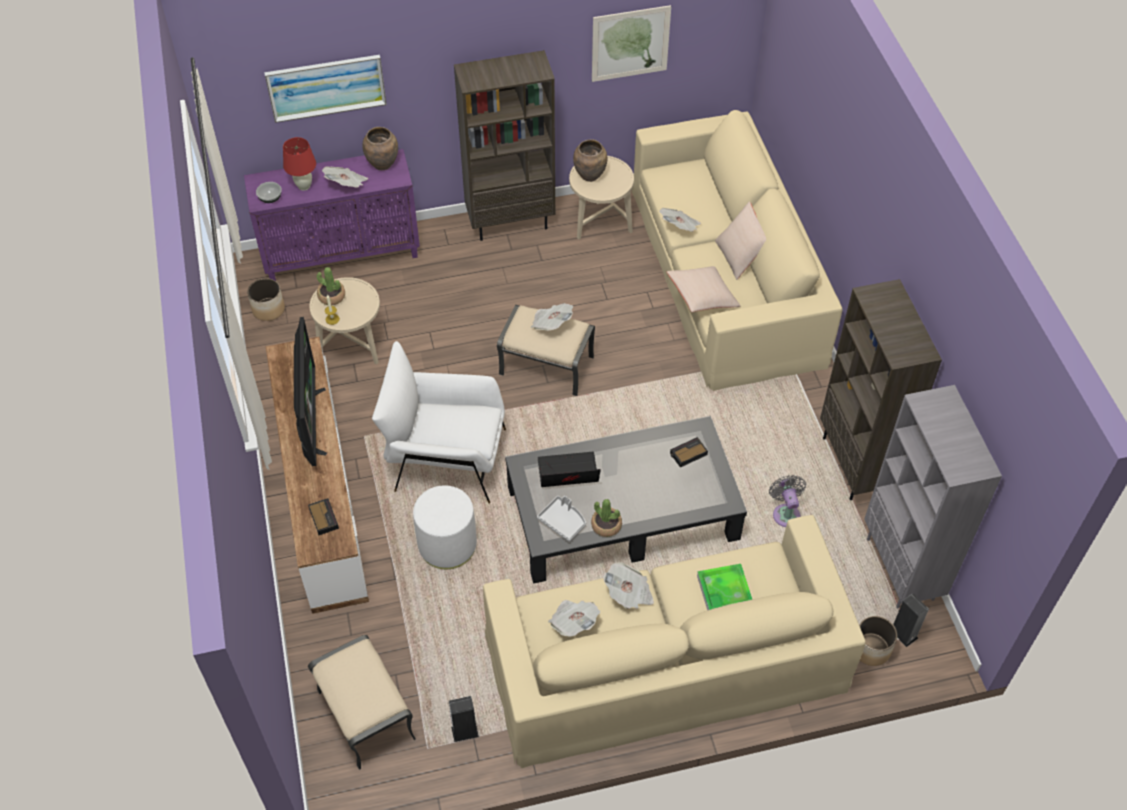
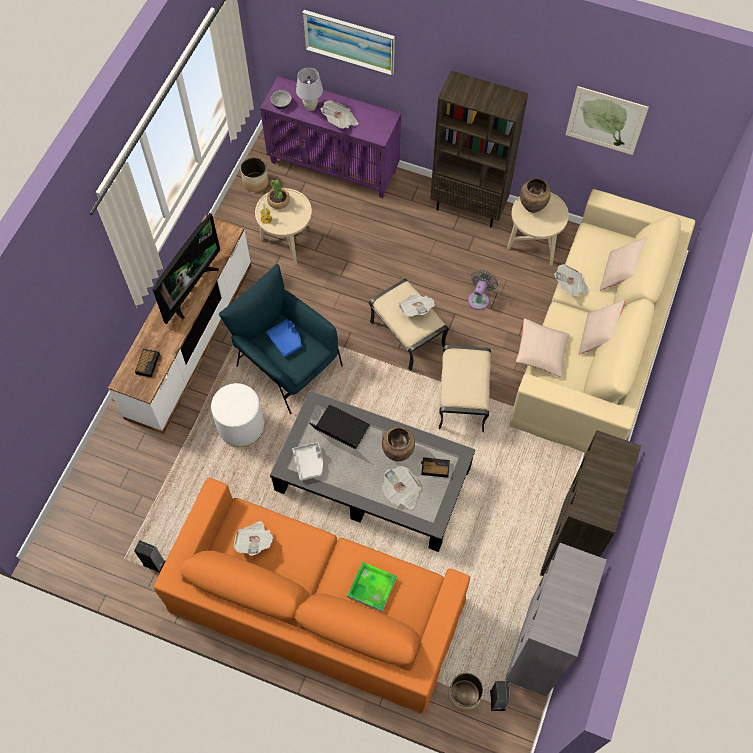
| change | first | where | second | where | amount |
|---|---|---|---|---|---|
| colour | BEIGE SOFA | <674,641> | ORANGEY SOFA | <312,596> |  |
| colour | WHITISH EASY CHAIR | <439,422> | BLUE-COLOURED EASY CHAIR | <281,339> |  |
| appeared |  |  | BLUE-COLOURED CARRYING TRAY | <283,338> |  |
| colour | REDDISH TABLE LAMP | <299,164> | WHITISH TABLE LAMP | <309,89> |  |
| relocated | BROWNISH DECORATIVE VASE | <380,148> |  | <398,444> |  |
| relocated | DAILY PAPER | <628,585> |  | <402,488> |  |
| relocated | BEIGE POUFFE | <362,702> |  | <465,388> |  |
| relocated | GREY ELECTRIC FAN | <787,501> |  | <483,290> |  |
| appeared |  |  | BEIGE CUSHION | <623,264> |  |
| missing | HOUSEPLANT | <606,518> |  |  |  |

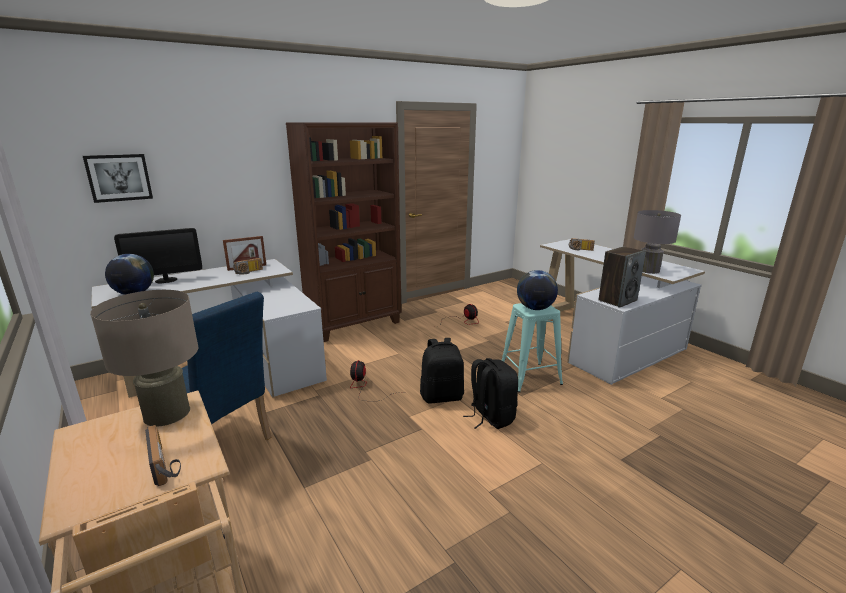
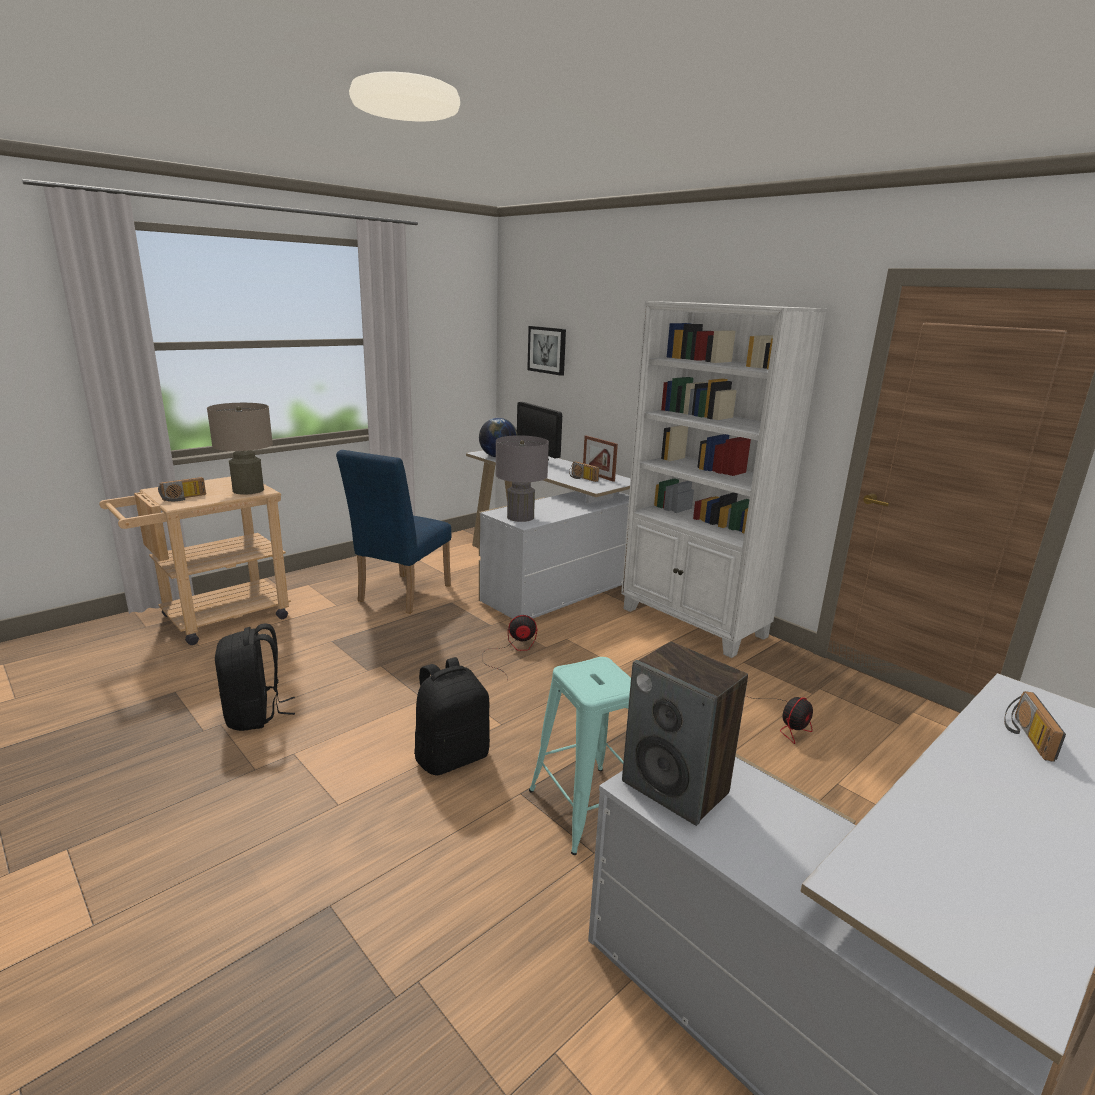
| change | first | where | second | where | amount |
|---|---|---|---|---|---|
| relocated | BLACK BACKPACK | <442,371> |  | <255,677> |  |
| relocated | GREY TABLE LAMP | <657,242> |  | <522,478> |  |
| colour | BROWNISH BOOKSHELF | <343,232> | WHITISH BOOKSHELF | <724,479> |  |
| missing | WORLD GLOBE | <537,290> |  |  |  |

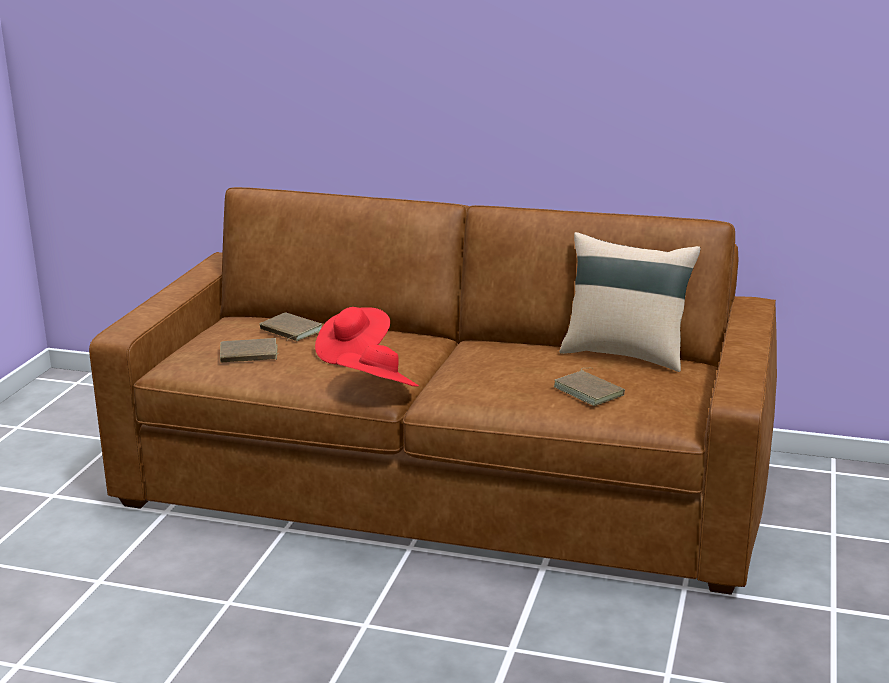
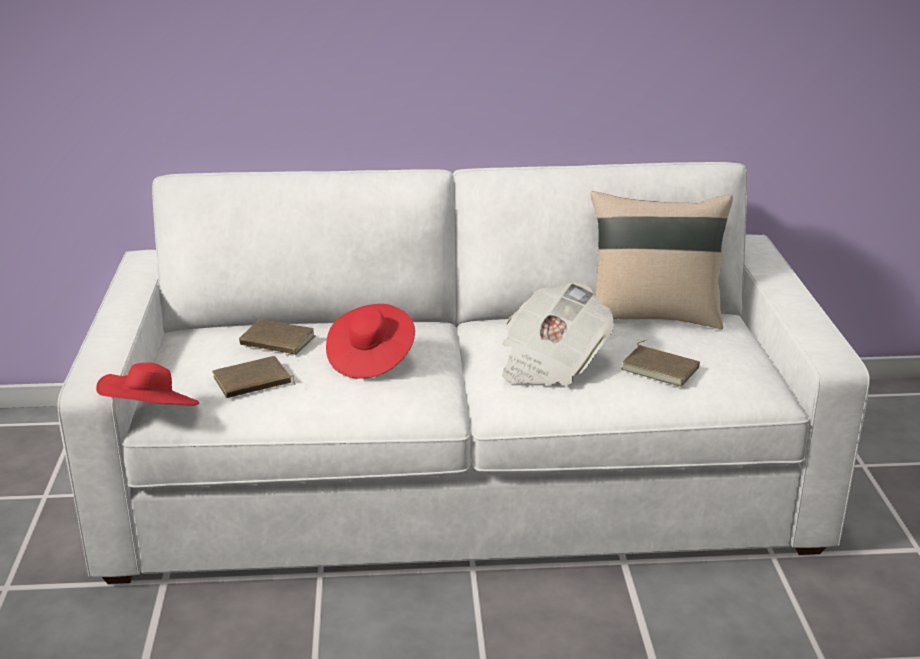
| change | first | where | second | where | amount |
|---|---|---|---|---|---|
| colour | BROWNISH SOFA | <433,391> | WHITISH SOFA | <463,373> |  |
| relocated | REDDISH WEARABLE HAT | <378,366> |  | <147,384> |  |
| appeared |  |  | DAILY PAPER | <558,334> |  |

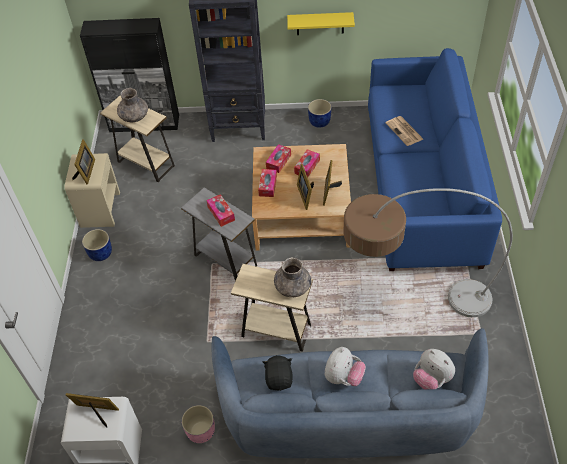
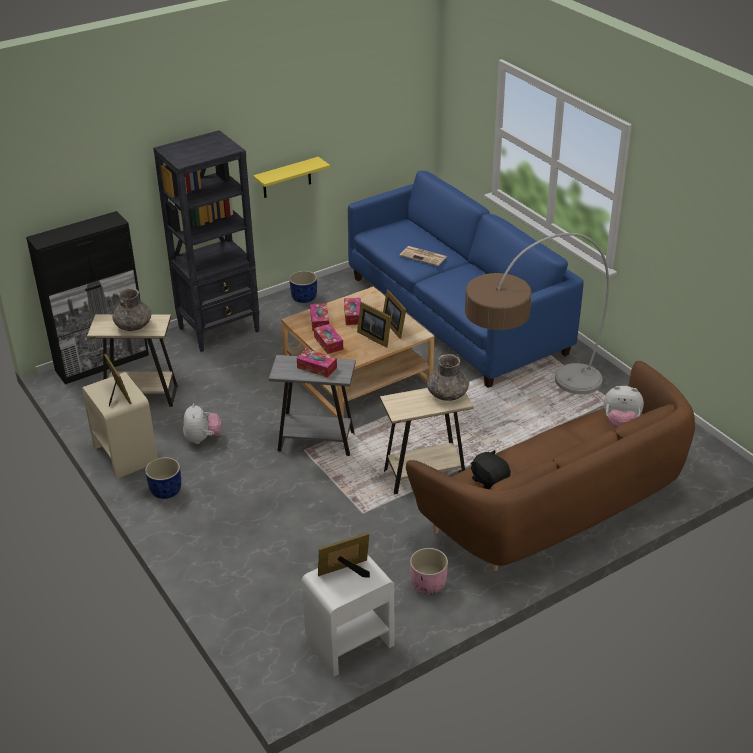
| change | first | where | second | where | amount |
|---|---|---|---|---|---|
| relocated | CUDDLY TOY | <345,366> |  | <202,423> |  |
| colour | BLUE-COLOURED SOFA | <350,393> | BROWNISH SOFA | <550,466> |  |

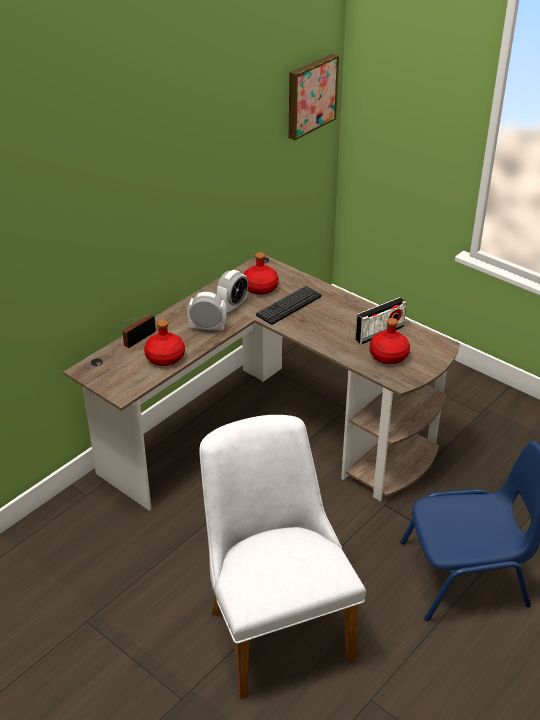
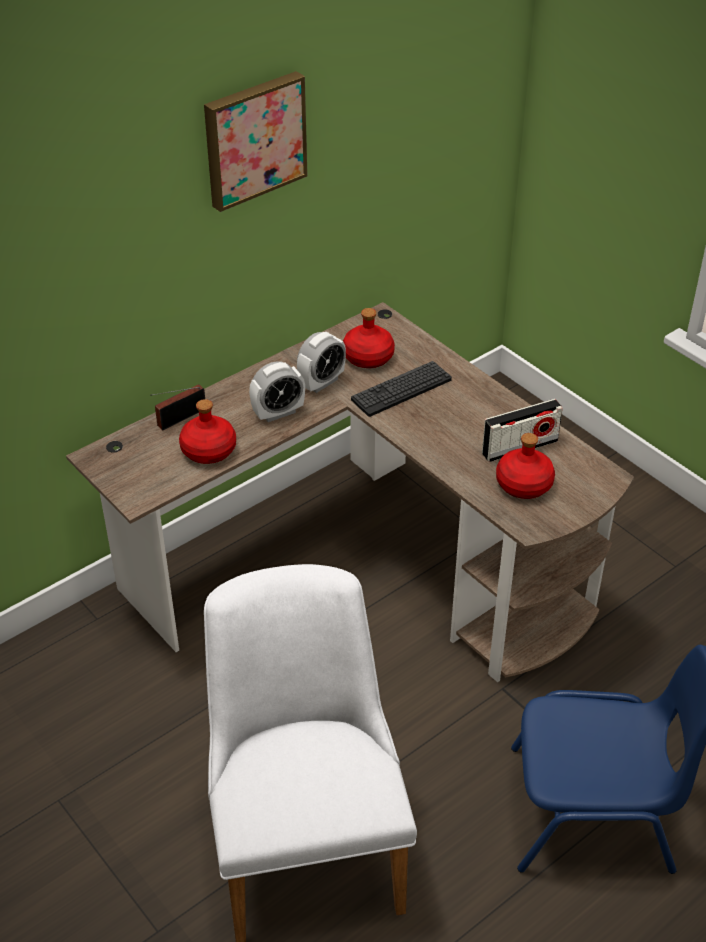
| change | first | where | second | where | amount |
|---|---|---|---|---|---|
| relocated | PICTURE | <314,97> |  | <255,141> |  |
| spun | BEDSIDE CLOCK | <207,312> |  | <277,391> | 135 degrees clockwise |

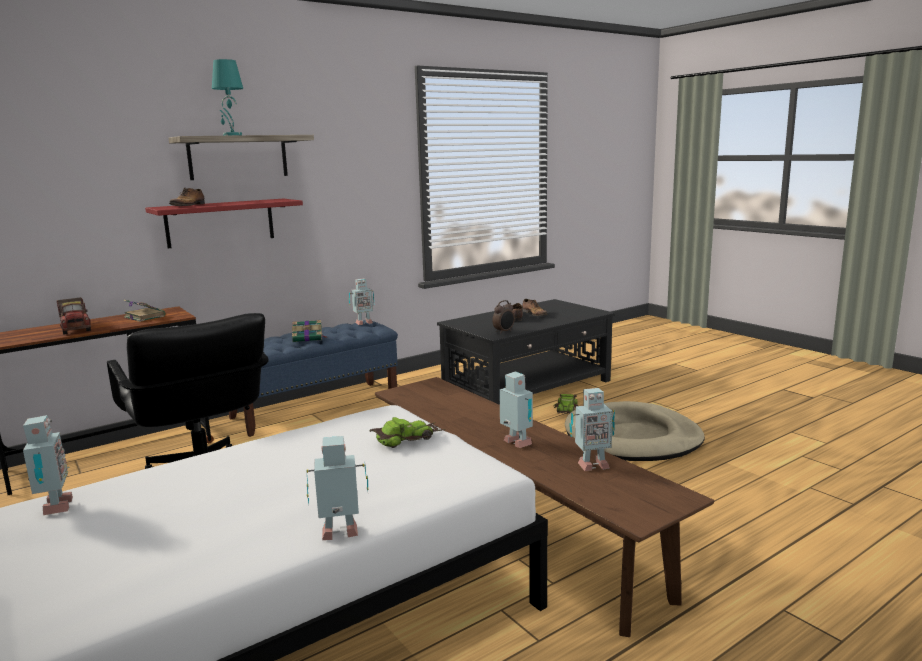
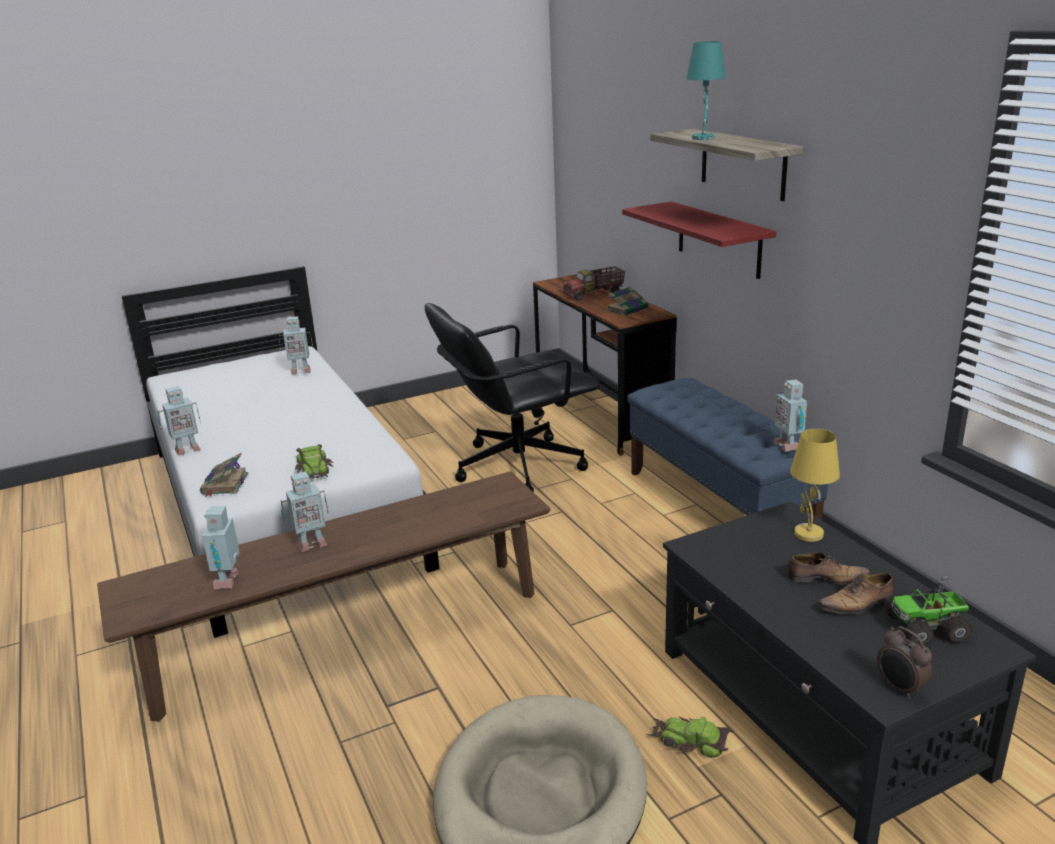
| change | first | where | second | where | amount |
|---|---|---|---|---|---|
| spun | ROBOT FIGURE | <337,488> |  | <179,421> | 60 degrees clockwise |
| relocated | VOLUME | <309,331> |  | <224,475> |  |
| appeared |  |  | YELLOW-COLOURED TABLE LAMP | <815,485> |  |
| relocated | BEDSIDE CLOCK | <503,317> |  | <904,662> |  |
| appeared |  |  | TOY LORRY | <927,610> |  |
| missing | ITEM OF FOOTWEAR | <187,197> |  |  |  |

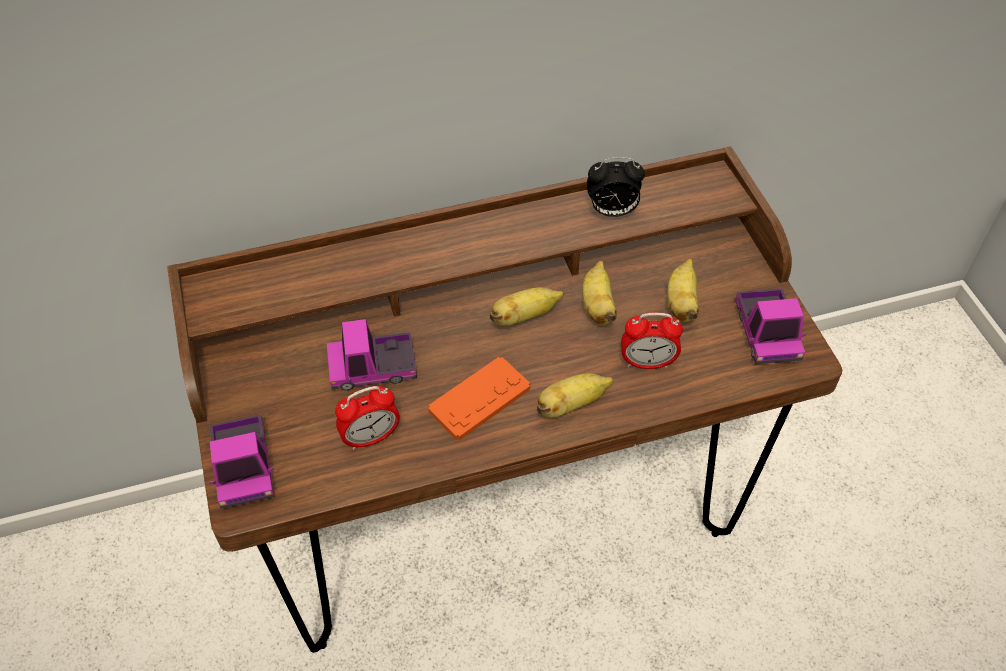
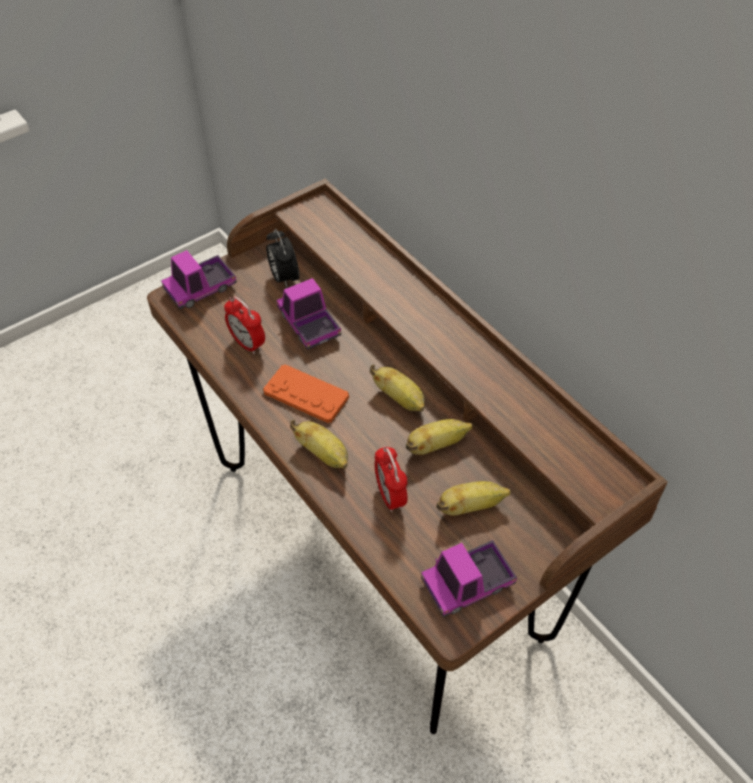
| change | first | where | second | where | amount |
|---|---|---|---|---|---|
| relocated | BEDSIDE CLOCK | <616,187> |  | <282,258> |  |

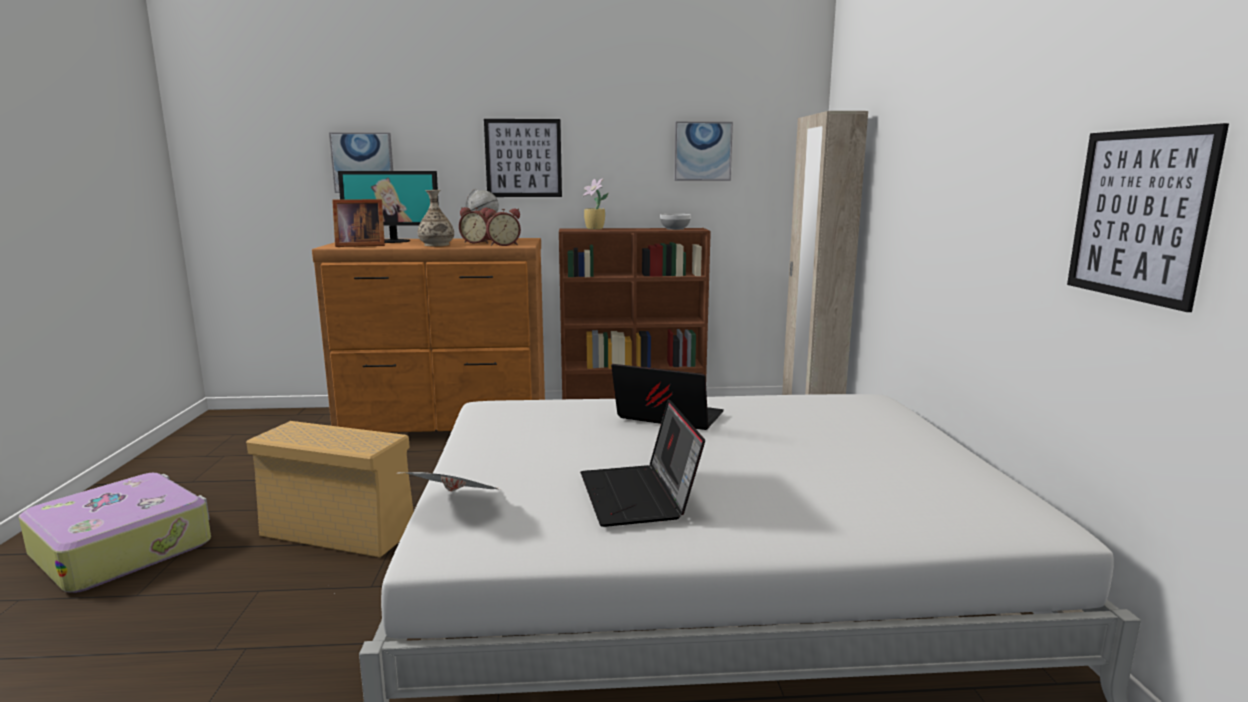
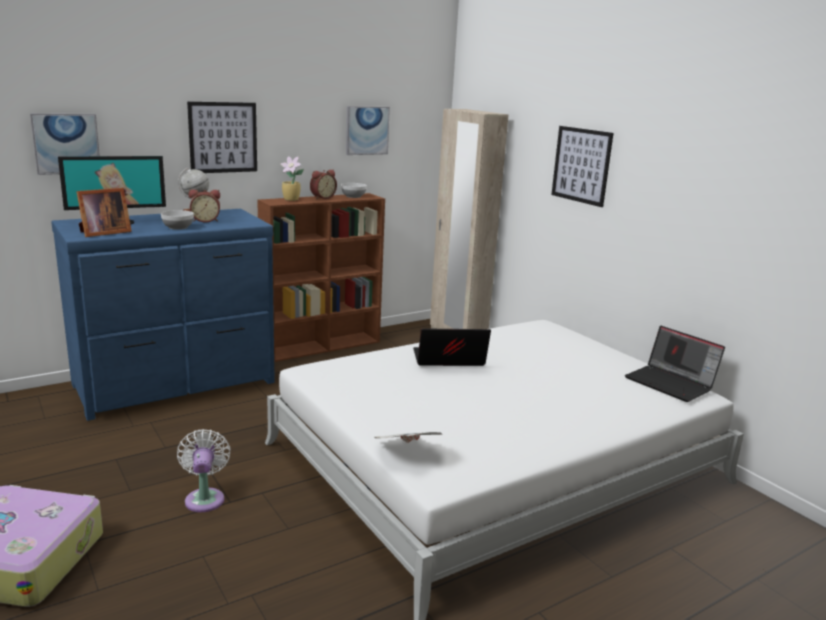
| change | first | where | second | where | amount |
|---|---|---|---|---|---|
| colour | BROWNISH DRESSER | <428,335> | BLUE-COLOURED DRESSER | <163,315> |  |
| exchanged | DECORATIVE VASE | <436,218> | SERVING BOWL | <177,220> |  |
| exchanged | BEIGE STORAGE CONTAINER | <330,489> | WHITISH ELECTRIC FAN | <204,470> |  |
| relocated | BEDSIDE CLOCK | <503,227> |  | <323,184> |  |
| relocated | PICTURE | <1148,217> |  | <582,166> |  |
| relocated | PORTABLE COMPUTER | <642,463> |  | <675,364> |  |

